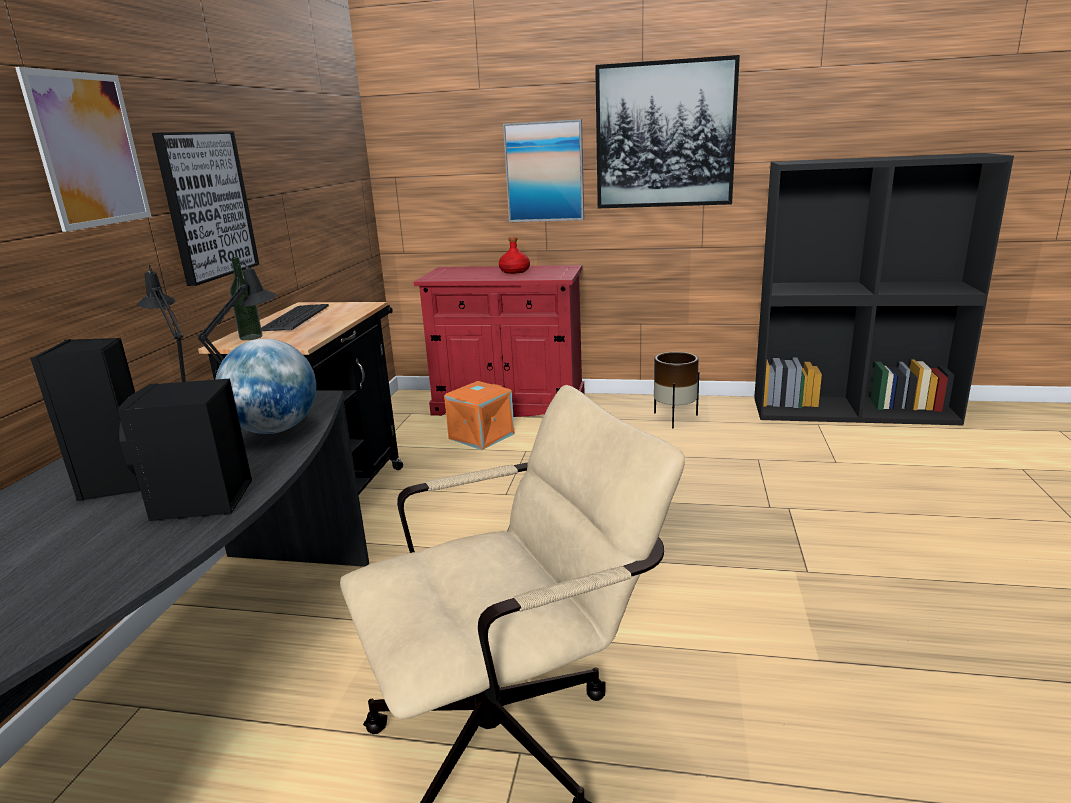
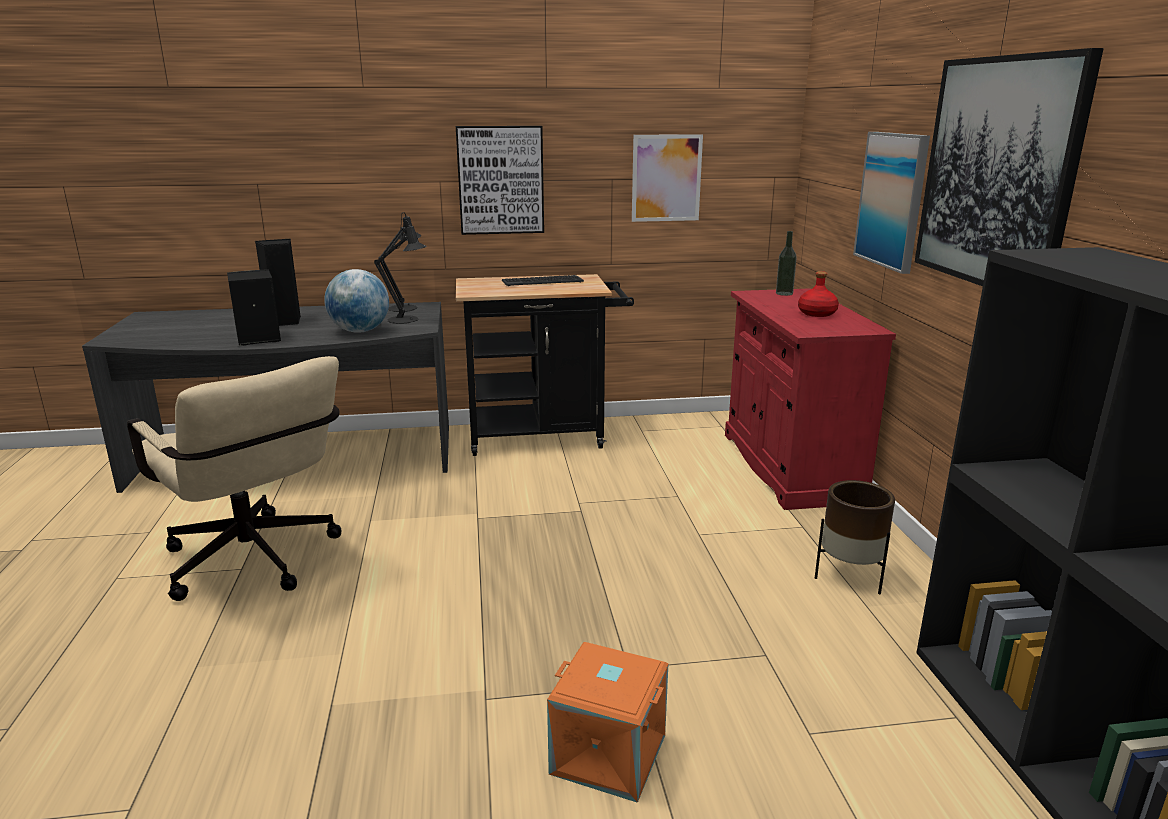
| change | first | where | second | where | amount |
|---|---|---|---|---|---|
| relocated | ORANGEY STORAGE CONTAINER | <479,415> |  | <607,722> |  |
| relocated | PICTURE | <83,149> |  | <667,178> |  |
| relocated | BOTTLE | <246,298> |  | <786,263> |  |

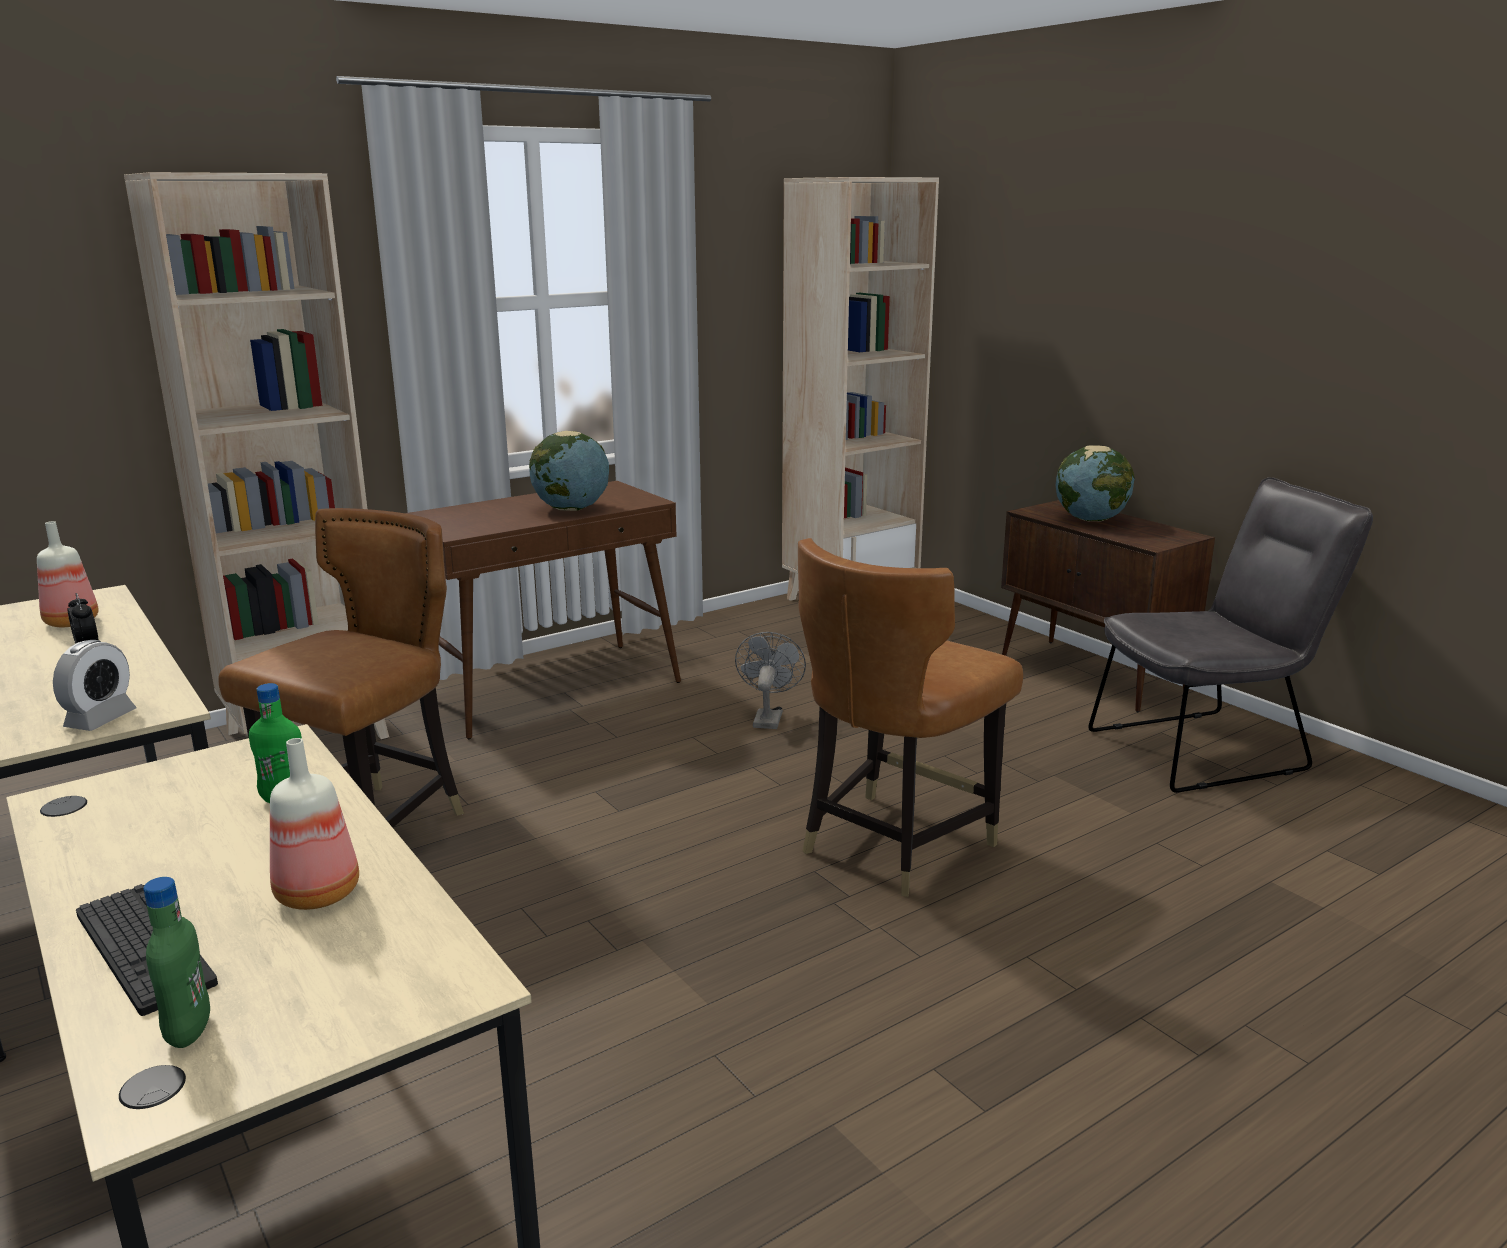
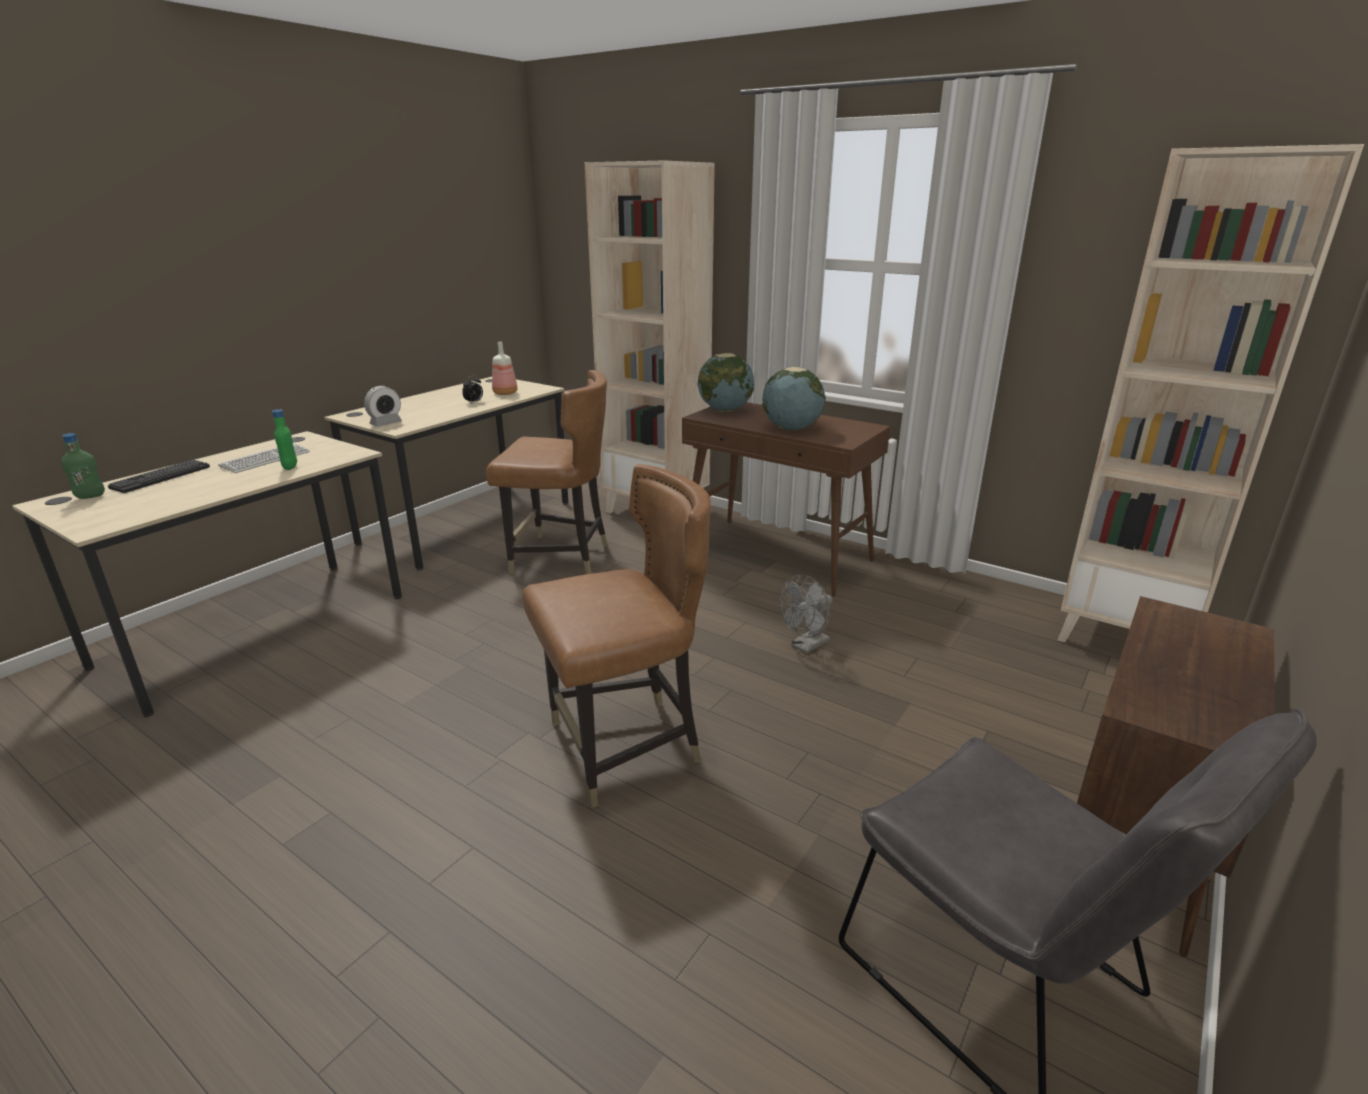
| change | first | where | second | where | amount |
|---|---|---|---|---|---|
| appeared |  |  | PC KEYBOARD | <264,458> |  |
| spun | BEDSIDE CLOCK | <95,685> |  | <383,406> | 45 degrees counterclockwise |
| spun | BROWNISH PLAIN CHAIR | <910,717> |  | <616,636> | 135 degrees clockwise |
| relocated | WORLD GLOBE | <1095,483> |  | <725,382> |  |
| spun | GREY ELECTRIC FAN | <770,680> |  | <806,614> | 150 degrees clockwise |
| missing | BOTTLE | <314,824> |  |  |  |

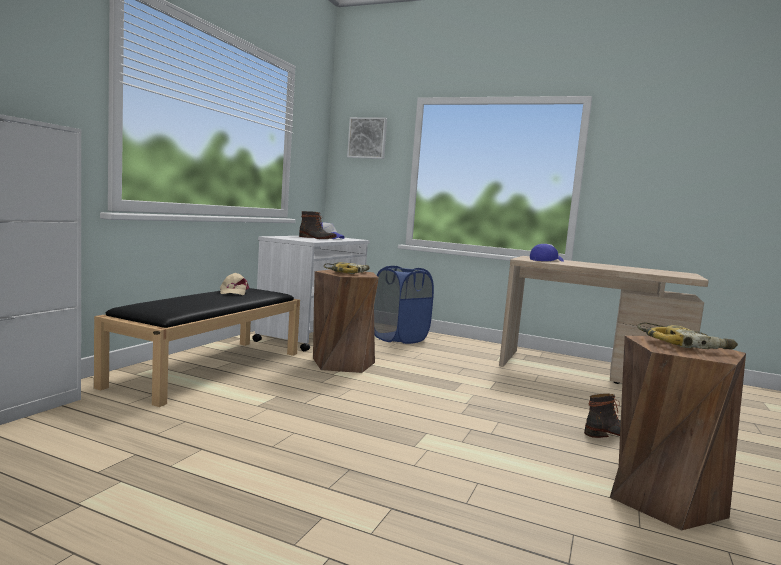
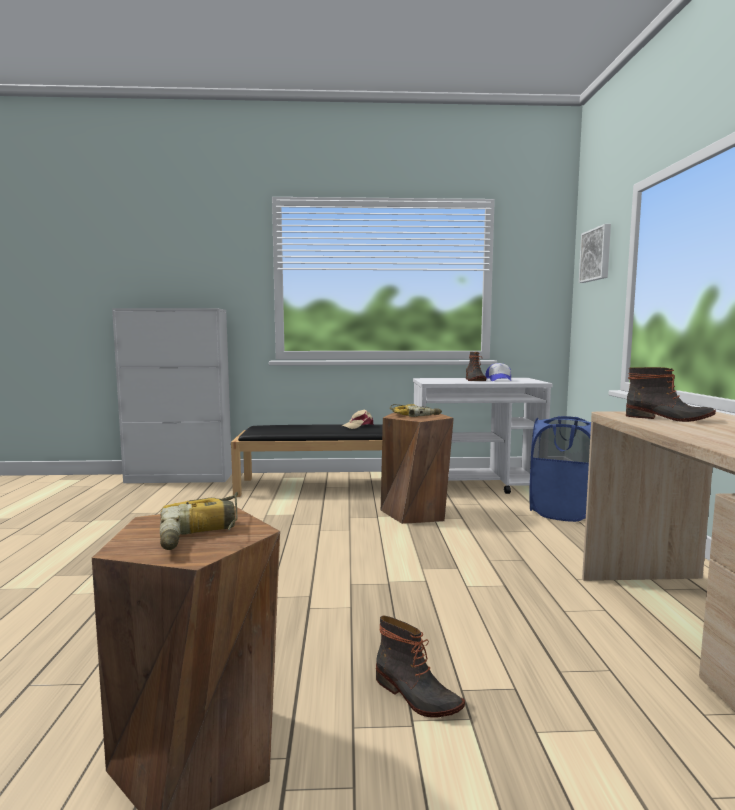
| change | first | where | second | where | amount |
|---|---|---|---|---|---|
| exchanged | CAP | <547,253> | HIGH-TOP BOOT | <671,394> |  |

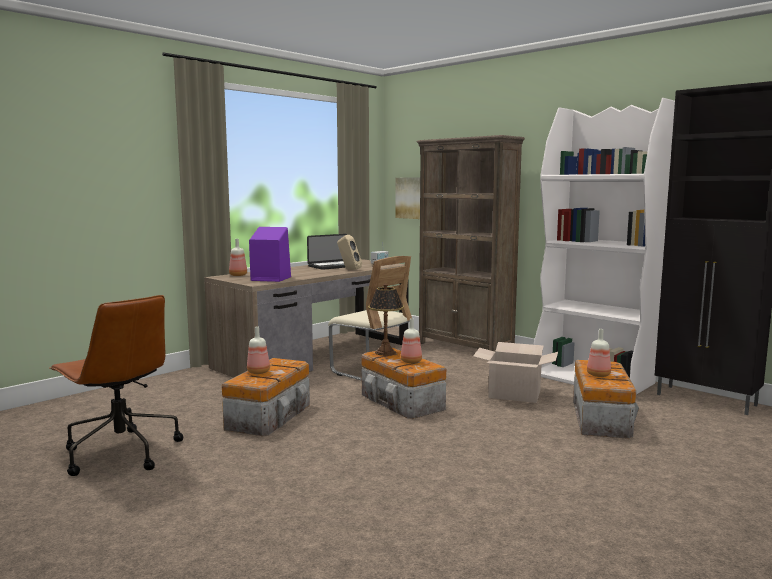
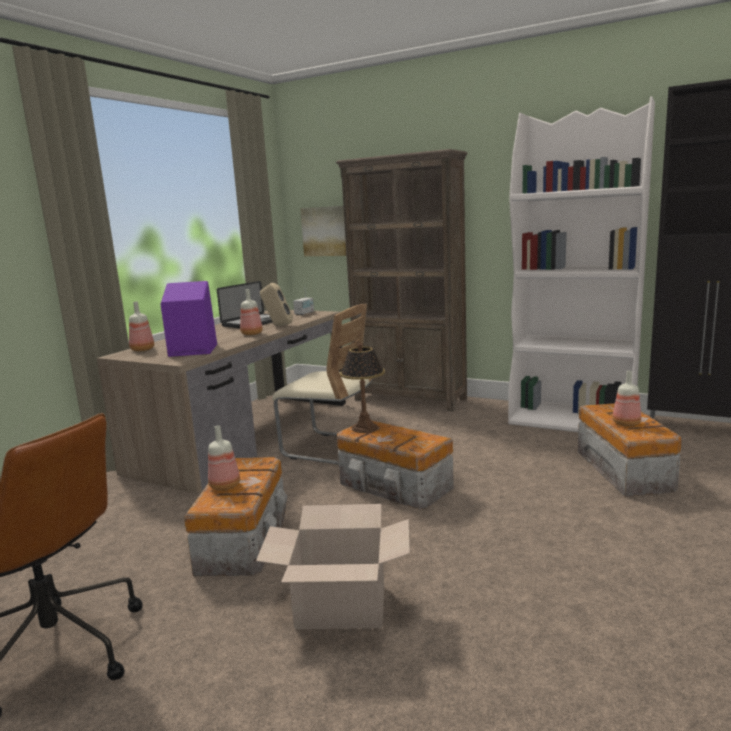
| change | first | where | second | where | amount |
|---|---|---|---|---|---|
| relocated | BOTTLE | <411,340> |  | <251,312> |  |
| relocated | CARDBOARD BOX | <515,372> |  | <333,566> |  |

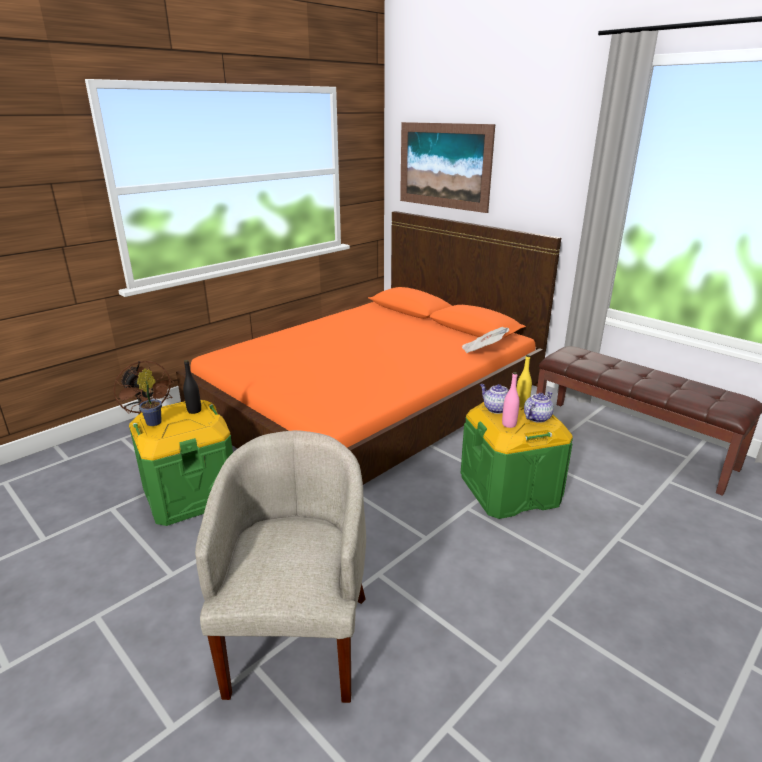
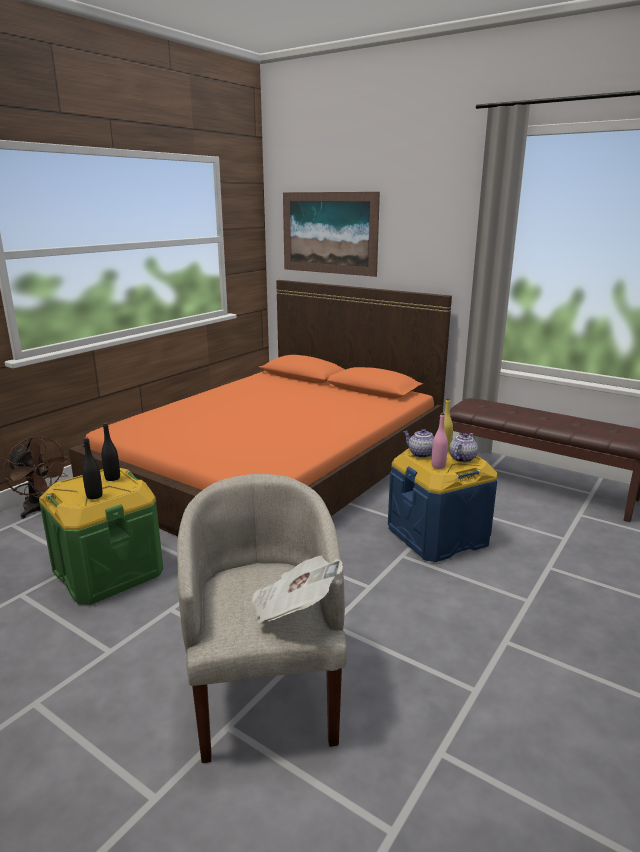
| change | first | where | second | where | amount |
|---|---|---|---|---|---|
| appeared |  |  | BLACK BOTTLE | <92,468> |  |
| relocated | DAILY PAPER | <485,340> |  | <297,590> |  |
| colour | GREENISH STORAGE CONTAINER | <517,460> | BLUE-COLOURED STORAGE CONTAINER | <443,505> |  |
| missing | HOUSEPLANT | <149,397> |  |  |  |

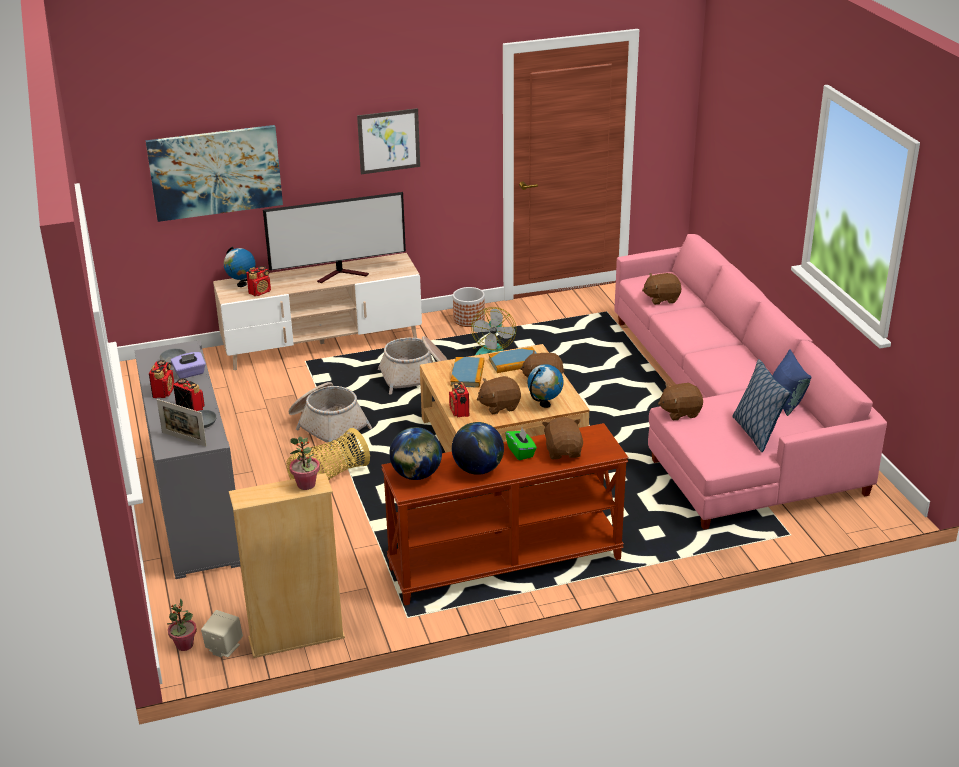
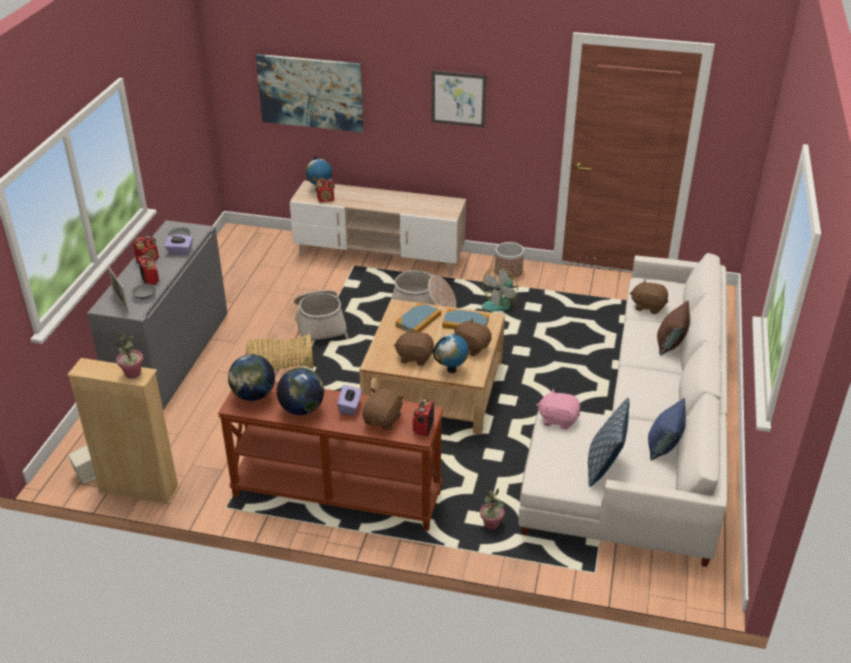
| change | first | where | second | where | amount |
|---|---|---|---|---|---|
| colour | GREENISH TISSUE BOX | <521,444> | PURPLE TISSUE BOX | <349,400> |  |
| relocated | RADIO | <459,400> |  | <423,418> |  |
| relocated | HOUSEPLANT | <182,625> |  | <492,509> |  |
| colour | PINK SOFA | <750,382> | WHITISH SOFA | <623,410> |  |
| colour | BROWNISH CUDDLY TOY | <680,401> | PINK CUDDLY TOY | <558,409> |  |
| appeared |  |  | BROWNISH CUSHION | <673,328> |  |
| missing | TV | <334,237> |  |  |  |

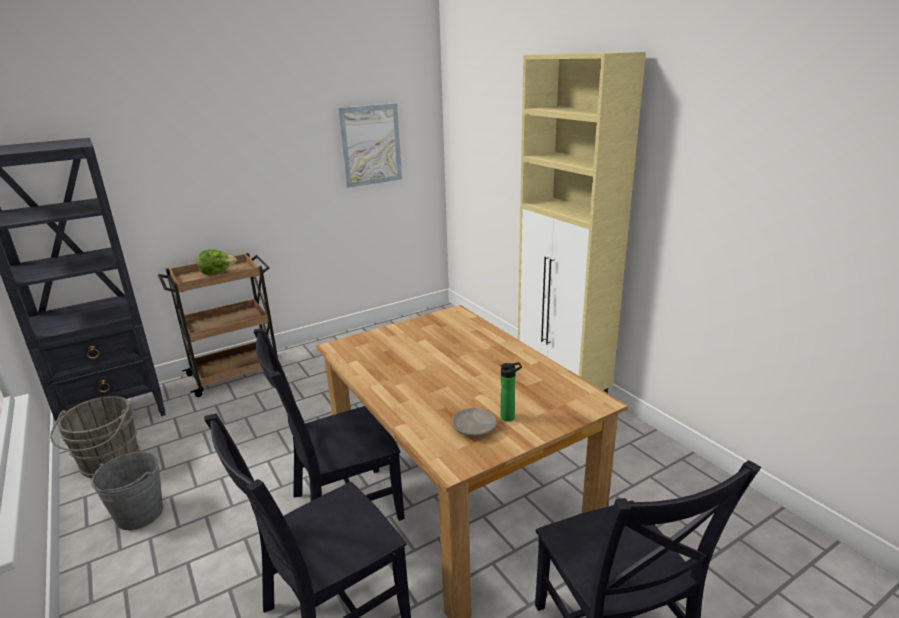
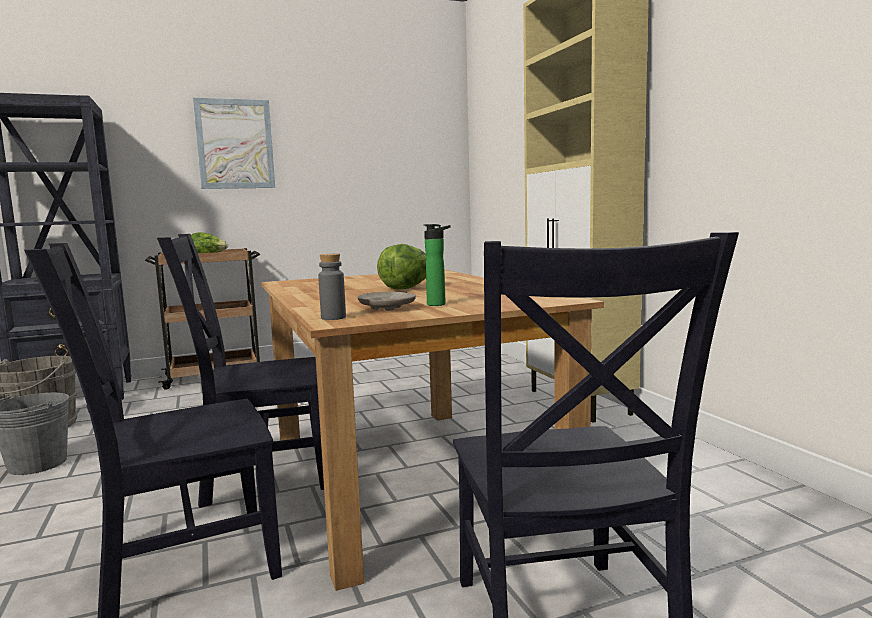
| change | first | where | second | where | amount |
|---|---|---|---|---|---|
| relocated | PICTURE | <370,145> |  | <234,143> |  |
| appeared |  |  | GREY BOTTLE | <332,287> |  |
| appeared |  |  | LETTUCE | <401,267> |  |

